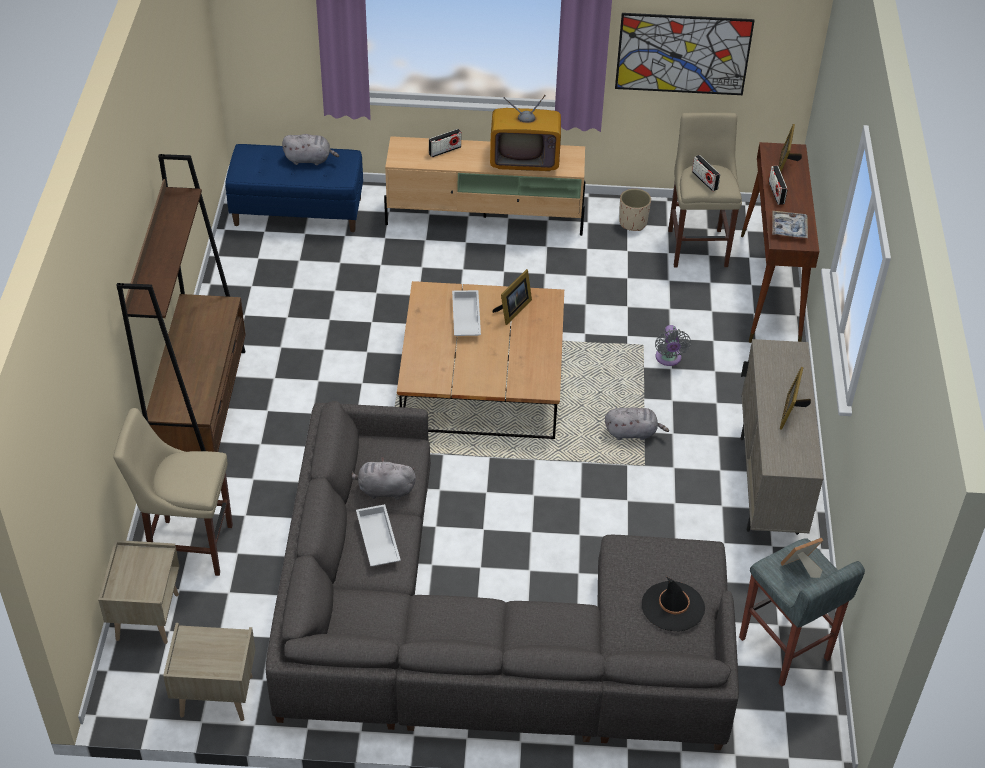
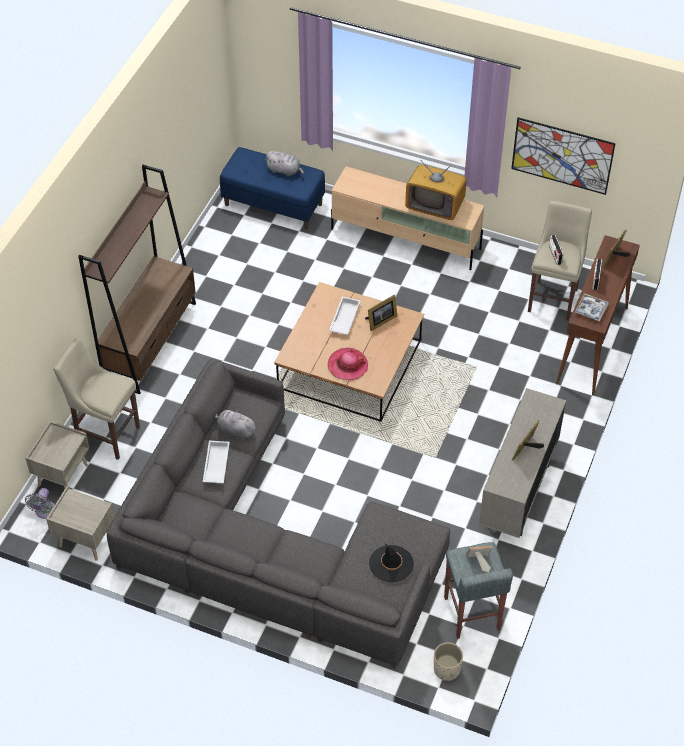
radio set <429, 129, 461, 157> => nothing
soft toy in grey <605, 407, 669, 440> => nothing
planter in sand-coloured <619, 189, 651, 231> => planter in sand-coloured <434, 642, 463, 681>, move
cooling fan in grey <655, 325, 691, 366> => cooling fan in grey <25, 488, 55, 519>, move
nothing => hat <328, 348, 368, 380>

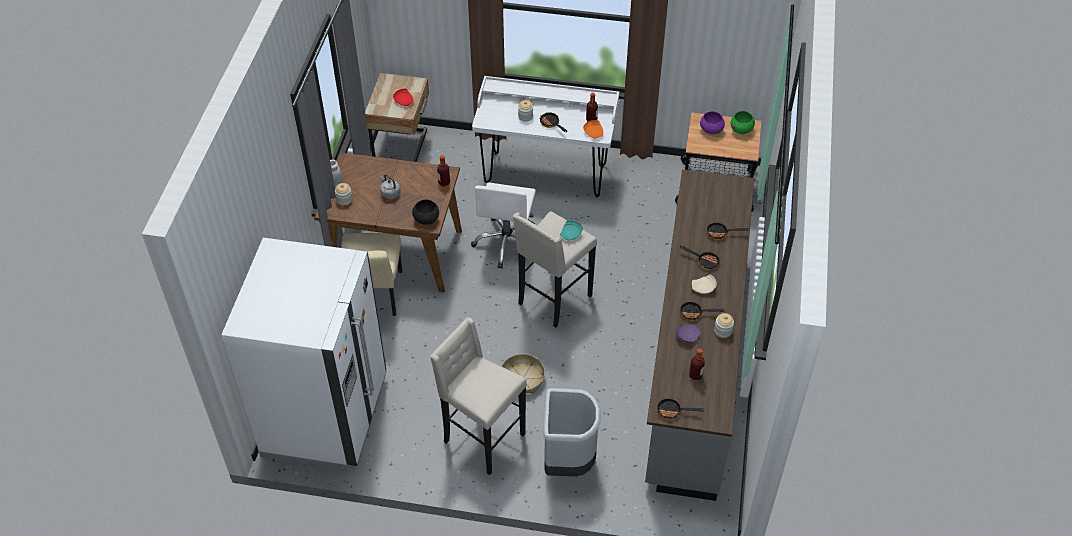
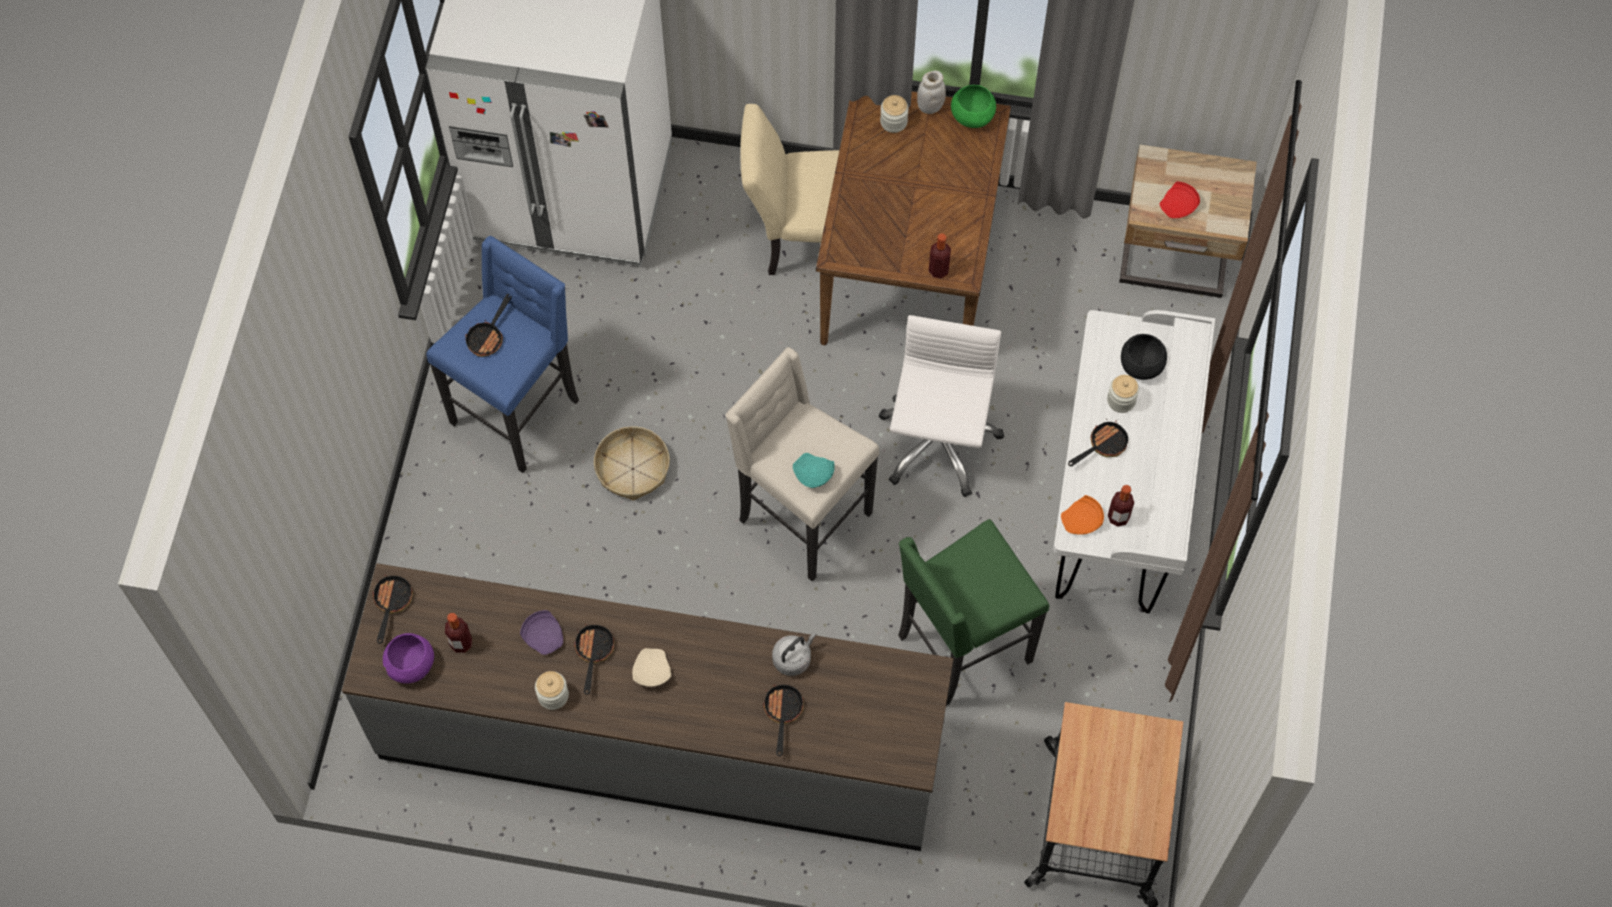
water kettle in grey <380, 174, 400, 199> => water kettle in grey <772, 632, 817, 676>, move
deep dish in blackish <412, 200, 439, 225> => deep dish in blackish <1121, 334, 1167, 380>, move
stool seat in sand-coloured <430, 317, 527, 475> => stool seat in blue-coloured <426, 236, 579, 473>
desk chair in white-coloured <471, 182, 536, 269> => desk chair in white-coloured <878, 315, 1004, 497>, 90 degrees clockwise
trash can in grey <543, 388, 601, 476> => nothing
frying pan <680, 246, 720, 270> => frying pan <465, 294, 512, 357>, move
deep dish in purple <700, 111, 725, 134> => deep dish in purple <383, 633, 434, 683>, move
deep dish in green-coloured <731, 111, 755, 134> => deep dish in green-coloured <951, 85, 996, 128>, move
nothing => stool seat in green-coloured <899, 519, 1049, 706>

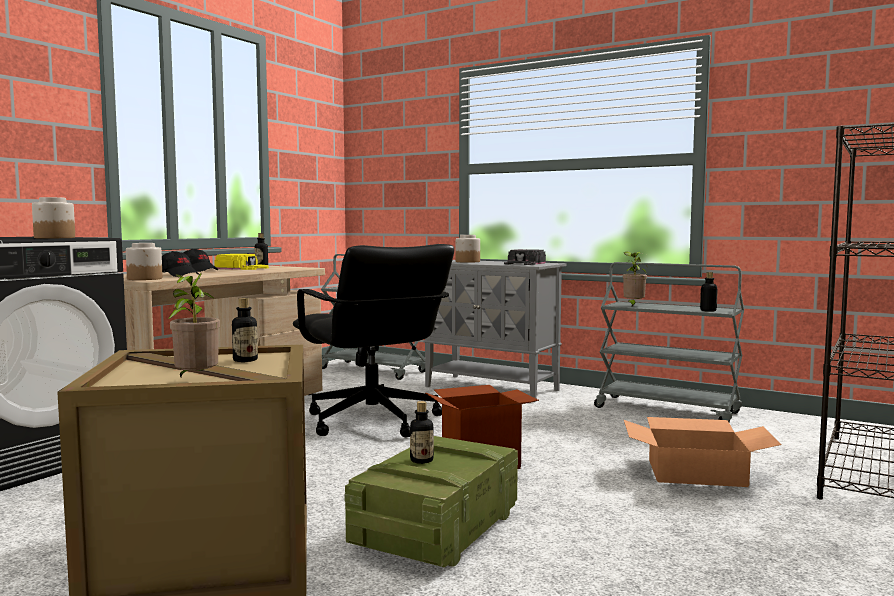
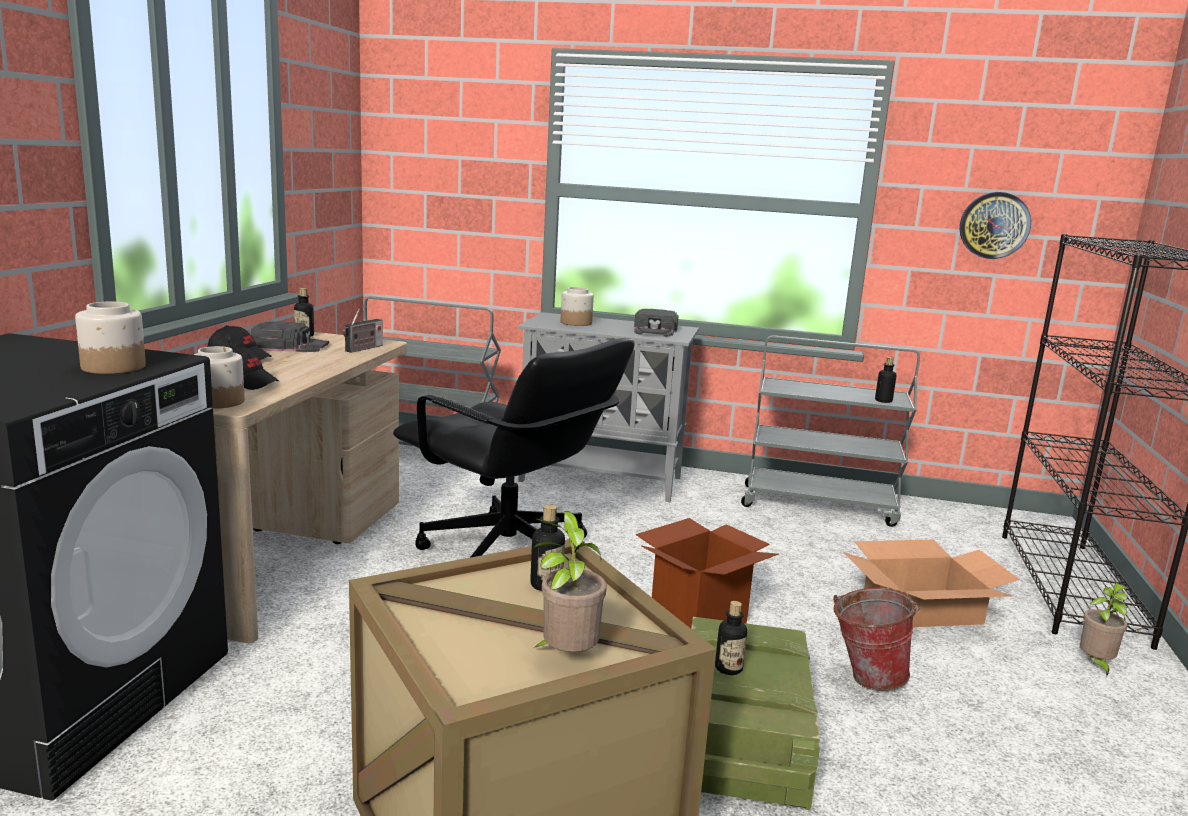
peaked cap in yellow <214, 254, 269, 270> => peaked cap in blackish <250, 321, 329, 352>
plant in a pot <623, 251, 648, 306> => plant in a pot <1080, 583, 1128, 677>, move
nothing => radio set <343, 309, 383, 353>
nothing => pail <833, 588, 920, 691>
nothing => wall clock <960, 192, 1031, 259>

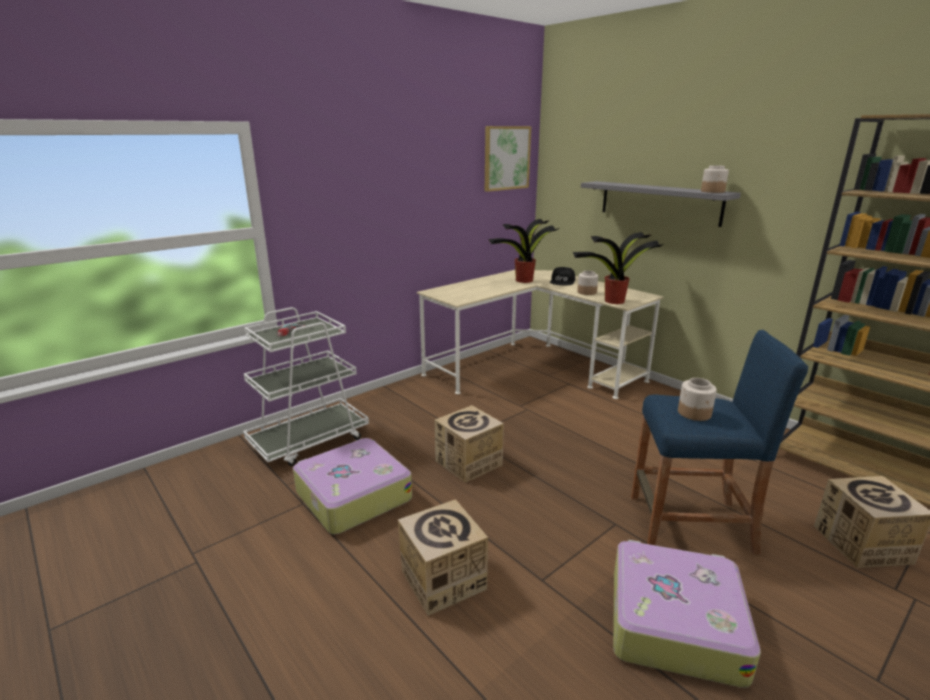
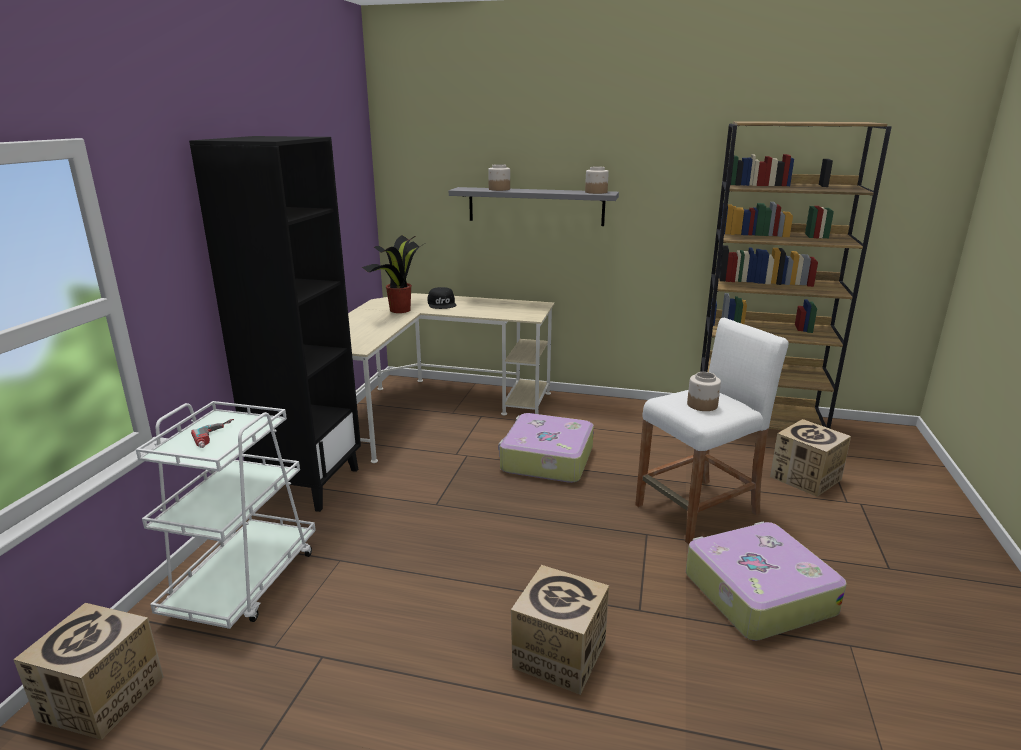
piece of luggage <293, 438, 412, 534> => piece of luggage <498, 413, 594, 483>, move
cardboard box <435, 405, 504, 483> => cardboard box <13, 603, 164, 740>, move
wall picture <485, 126, 531, 192> => nothing
plant in a pot <573, 232, 664, 304> => nothing
jar <577, 271, 598, 295> => jar <488, 164, 510, 191>, move
stool seat in blue-coloured <631, 330, 808, 555> => stool seat in white-coloured <635, 318, 789, 544>
nothing => bookshelf in blackish <189, 136, 361, 512>

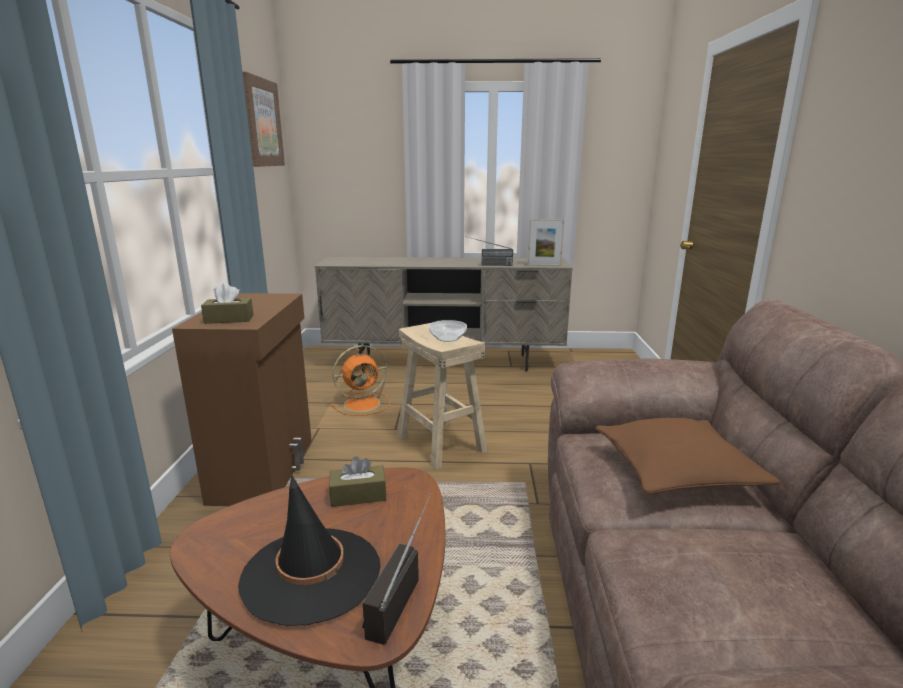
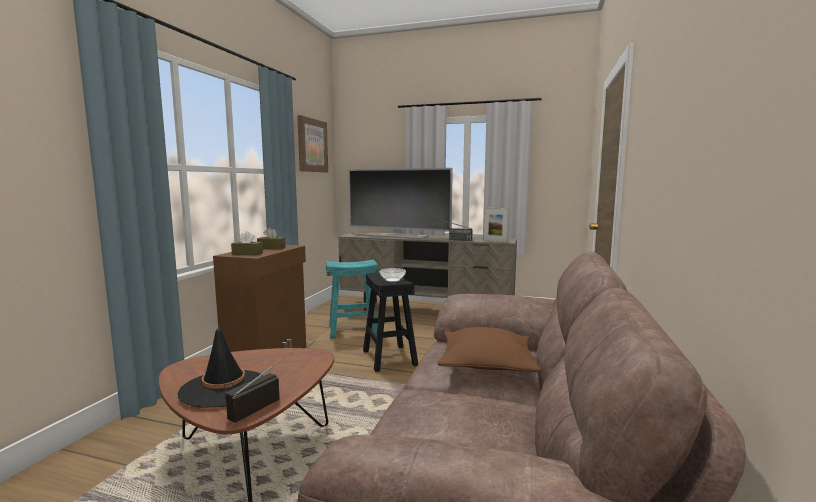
tissue holder in brownish <329, 456, 386, 507> => tissue holder in brownish <257, 228, 286, 249>, move
cooling fan in orange-coloured <331, 345, 390, 416> => stool seat in blue-green <326, 259, 378, 339>
stool seat in sand-coloured <397, 323, 487, 469> => stool seat in blackish <363, 272, 418, 372>
nothing => TV set <348, 168, 453, 239>

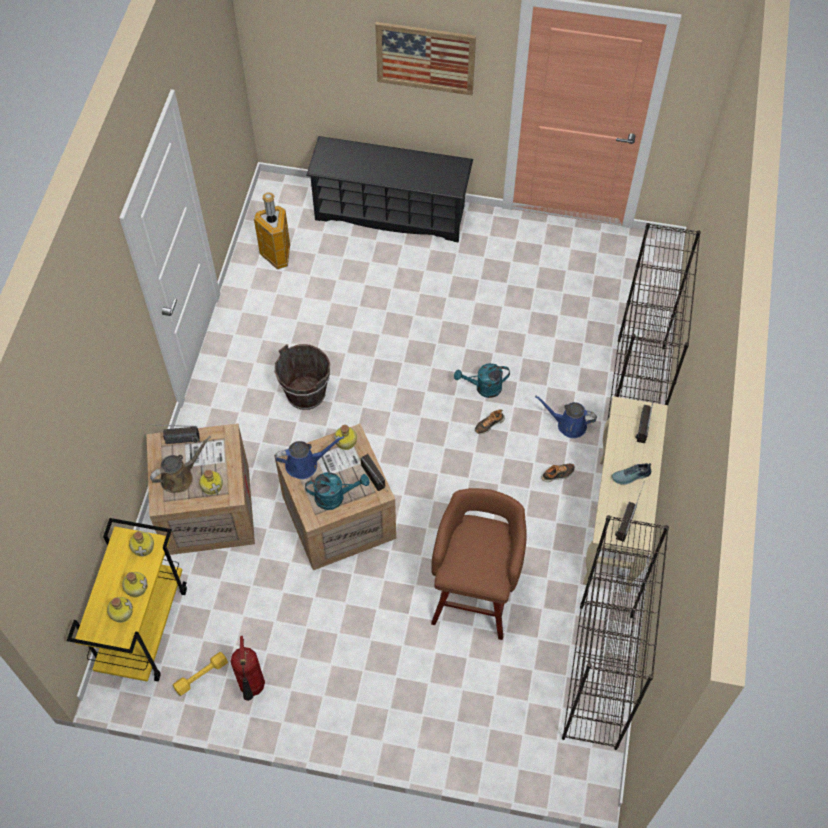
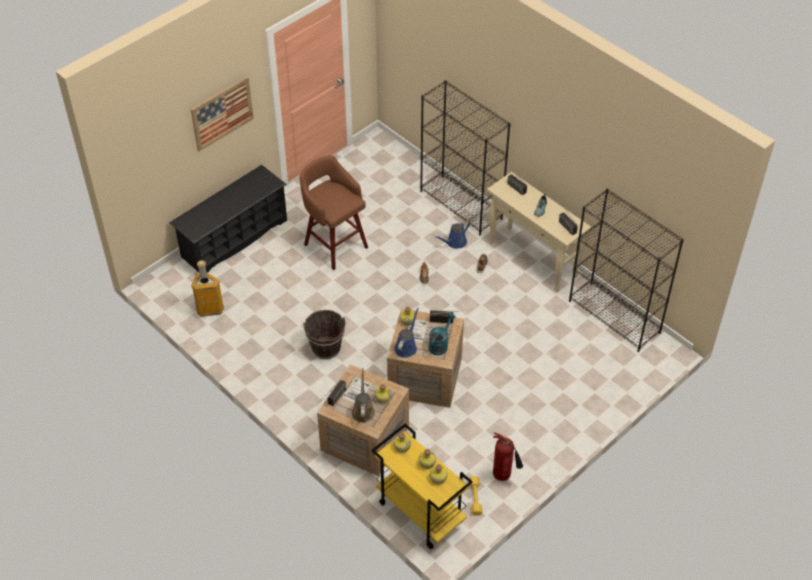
stool seat in brownish <431, 488, 527, 640> => stool seat in brownish <300, 155, 368, 270>, move
sprinkling can in blue-green <454, 363, 510, 398> => nothing

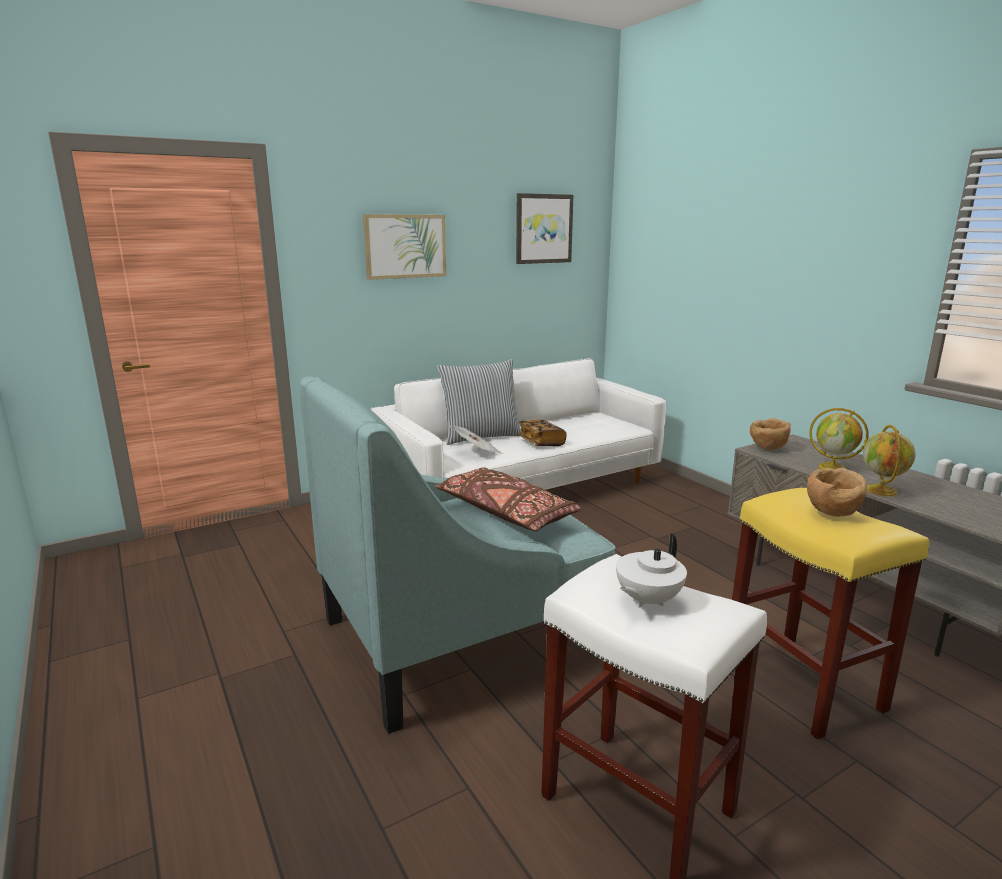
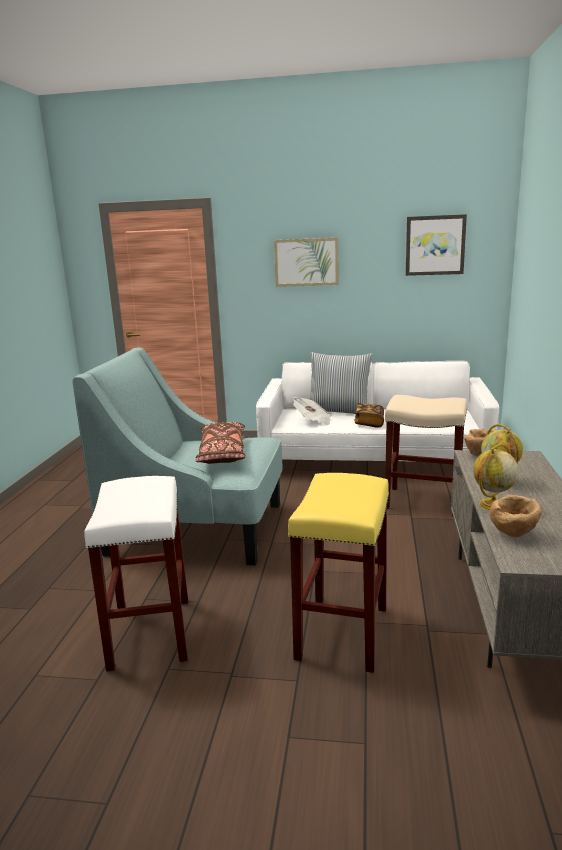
pot for tea in white-coloured <616, 533, 687, 608> => nothing
deep dish in brownish <807, 468, 867, 517> => deep dish in brownish <489, 494, 541, 538>, move
nothing => stool seat in sand-coloured <385, 395, 467, 516>

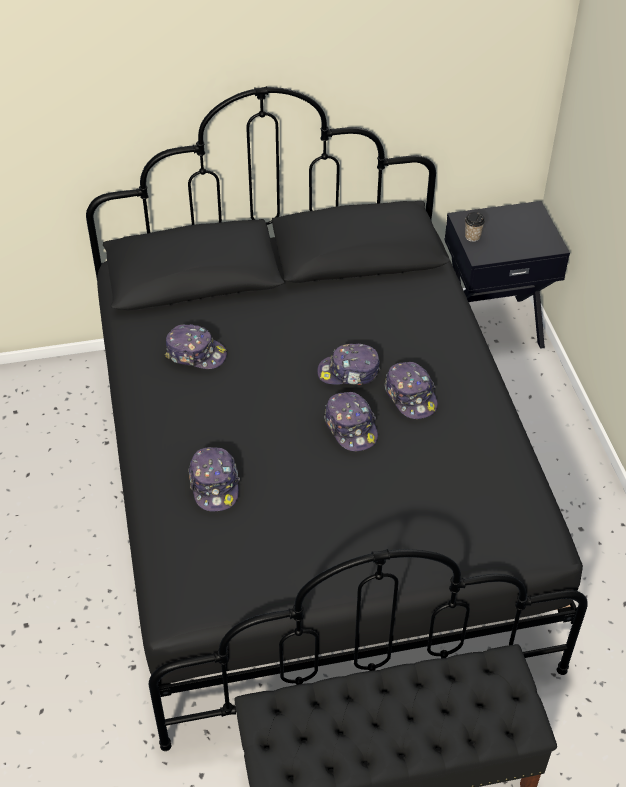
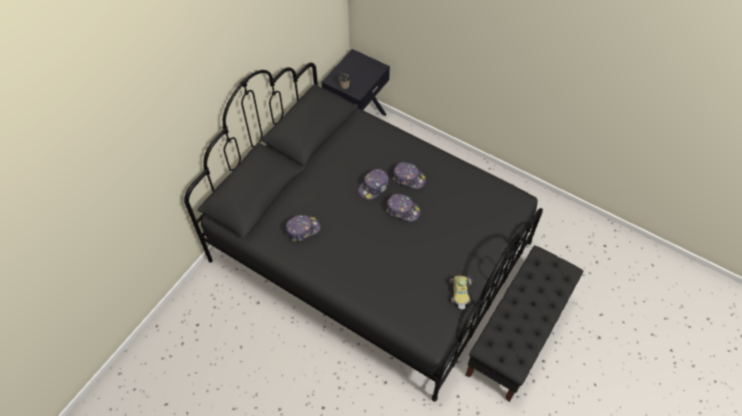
peaked cap <189, 447, 240, 511> => nothing
nothing => model car <450, 276, 472, 309>

